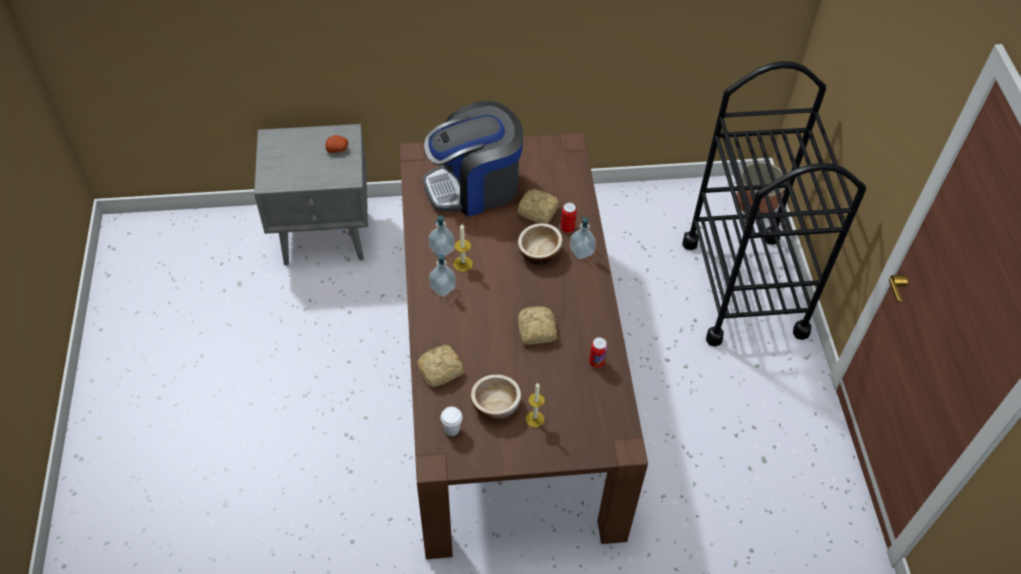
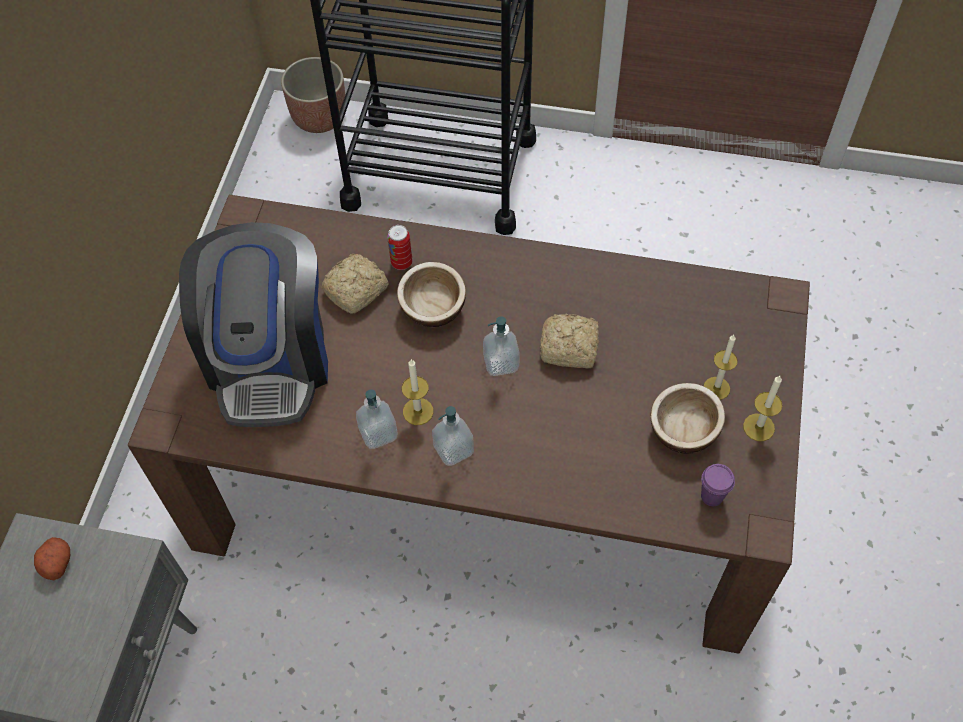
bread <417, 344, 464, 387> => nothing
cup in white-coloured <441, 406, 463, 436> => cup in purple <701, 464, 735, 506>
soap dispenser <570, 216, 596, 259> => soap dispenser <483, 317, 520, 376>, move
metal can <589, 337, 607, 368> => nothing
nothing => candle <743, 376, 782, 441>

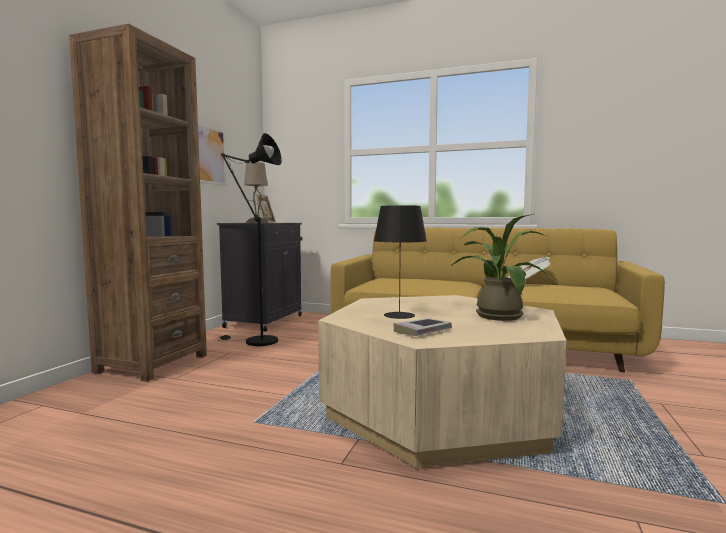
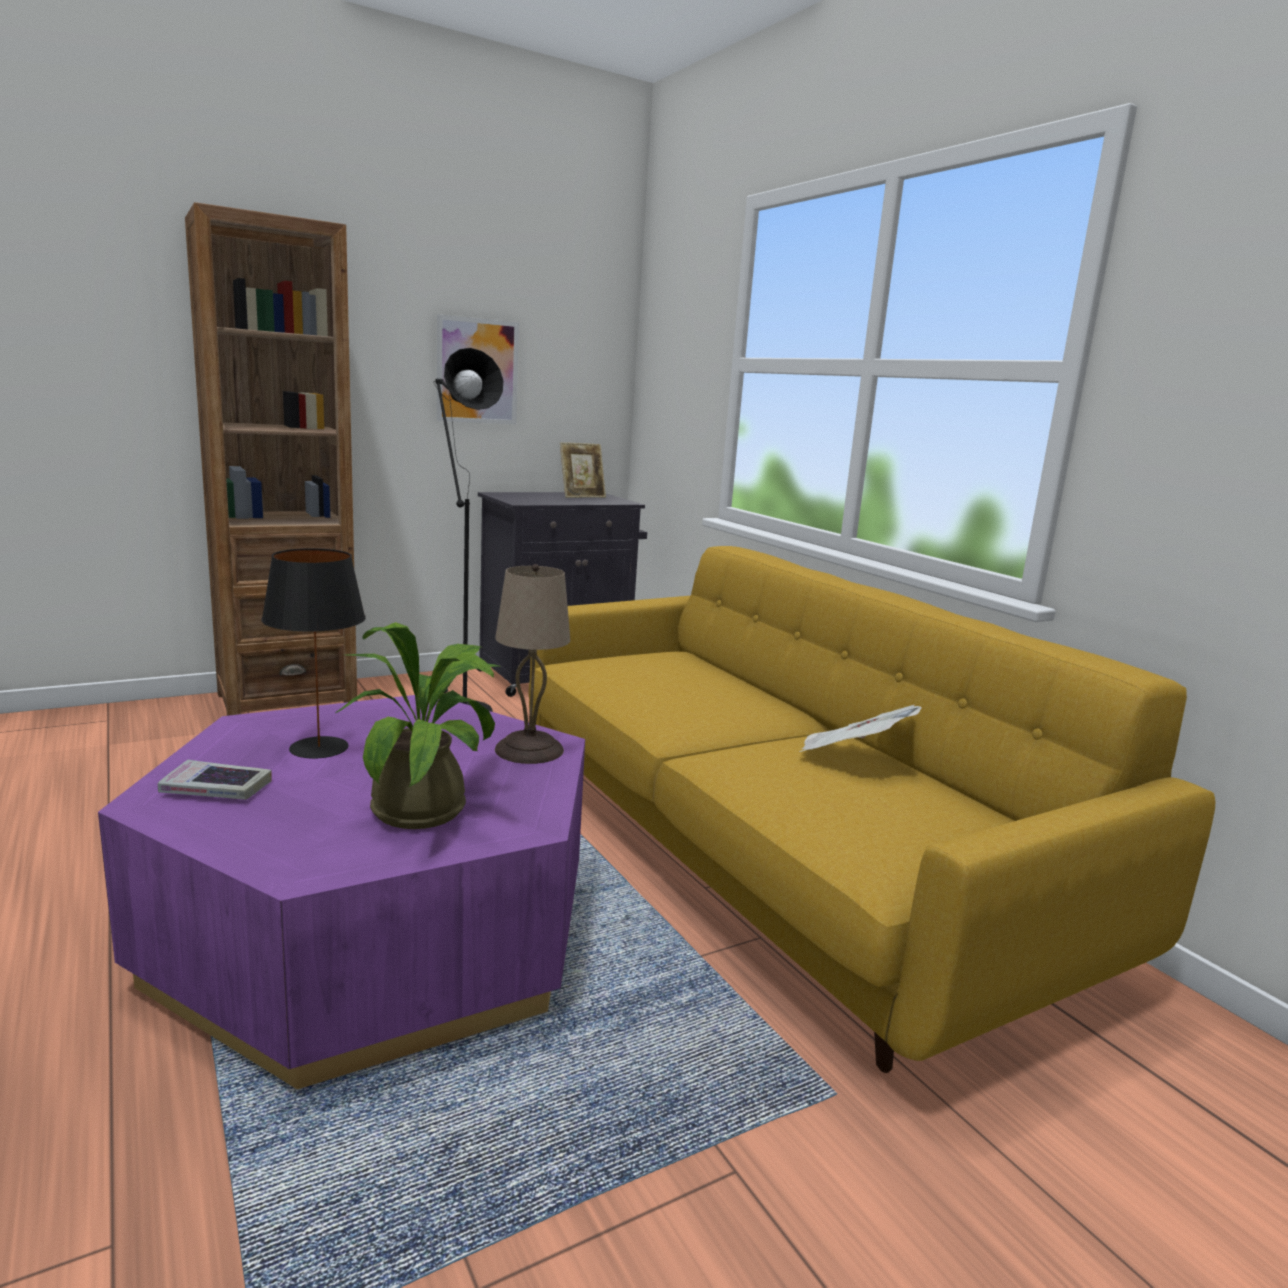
tabletop lamp in sand-coloured <244, 162, 268, 223> => tabletop lamp in sand-coloured <495, 564, 570, 764>, move
lounge table in sand-coloured <318, 295, 567, 468> => lounge table in purple <98, 695, 585, 1089>

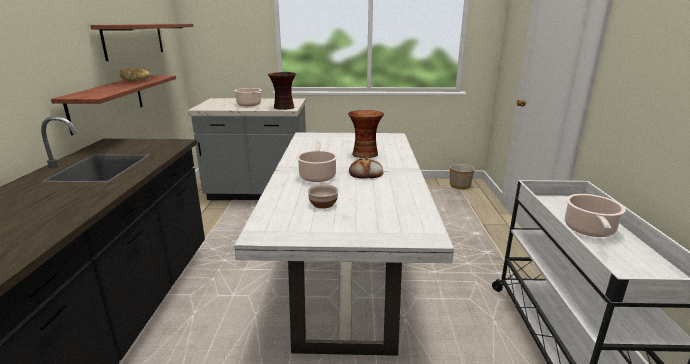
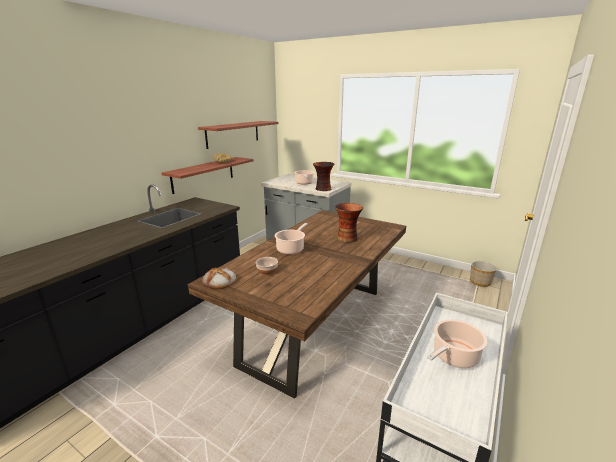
dinner table in white-coloured <234, 132, 454, 356> => dinner table in brownish <188, 210, 406, 399>
bread <349, 157, 383, 179> => bread <202, 267, 236, 290>, move

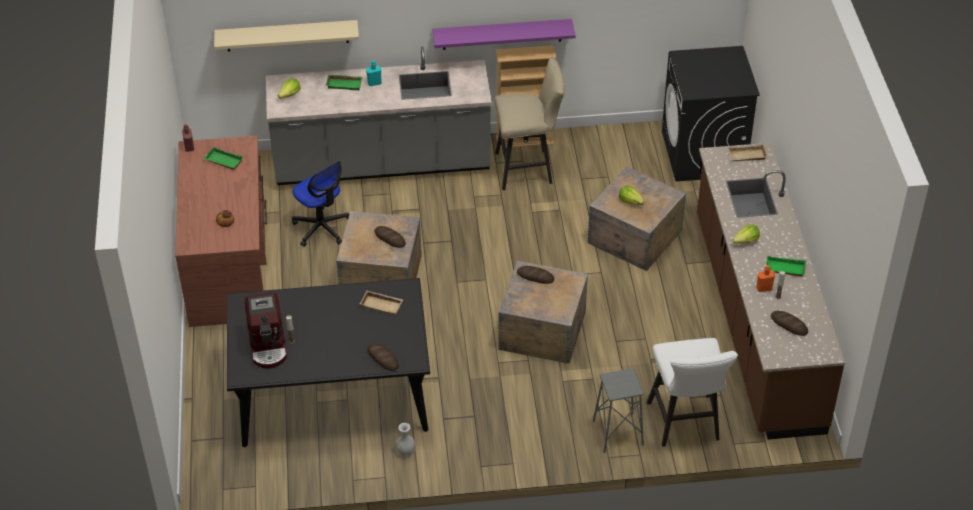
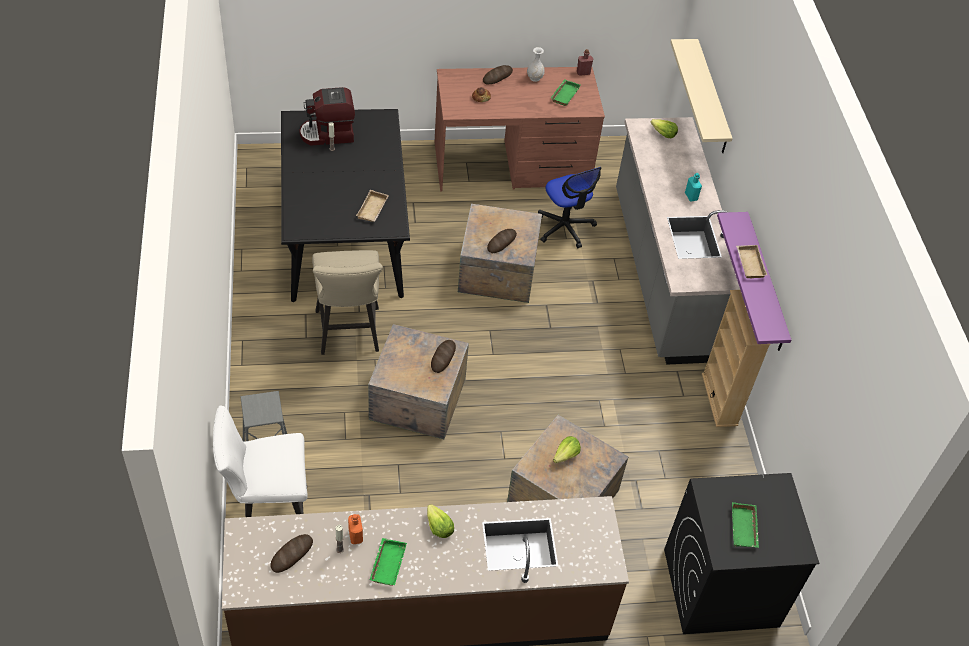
desk chair <292, 161, 349, 247> => desk chair <538, 167, 602, 248>, 75 degrees counterclockwise
carrying tray in green-coloured <326, 74, 363, 90> => carrying tray in green-coloured <732, 502, 759, 548>, move
bread <367, 343, 399, 371> => bread <483, 65, 513, 85>, move
flower vase in white-coloured <396, 423, 416, 456> => flower vase in white-coloured <527, 47, 545, 82>, move
stool seat in sand-coloured <495, 57, 565, 190> => stool seat in sand-coloured <312, 250, 383, 355>, move
carrying tray in sand-coloured <728, 144, 768, 161> => carrying tray in sand-coloured <736, 245, 767, 278>, move

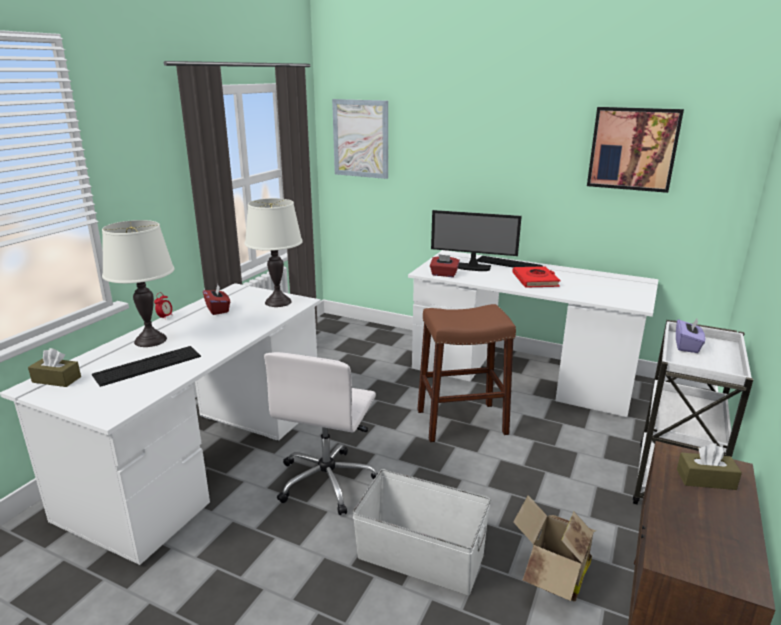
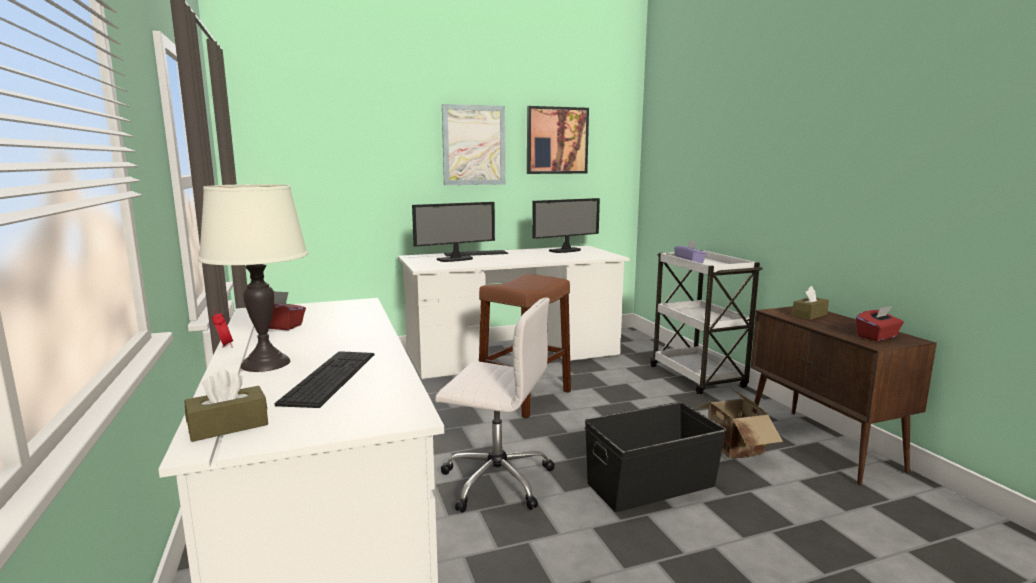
tabletop lamp in white-coloured <244, 198, 303, 307> => nothing
desk chair in white-coloured <264, 352, 378, 515> => desk chair in white-coloured <435, 298, 555, 513>, 45 degrees counterclockwise
wall picture <332, 99, 388, 179> => wall picture <442, 104, 505, 185>, move
storage bin in white-coloured <352, 469, 491, 595> => storage bin in blackish <585, 402, 726, 512>
tissue holder in red-coloured <430, 254, 460, 277> => tissue holder in red-coloured <856, 306, 904, 341>, move
volume in red-coloured <512, 266, 561, 288> => nothing
nothing => computer display <532, 198, 600, 253>

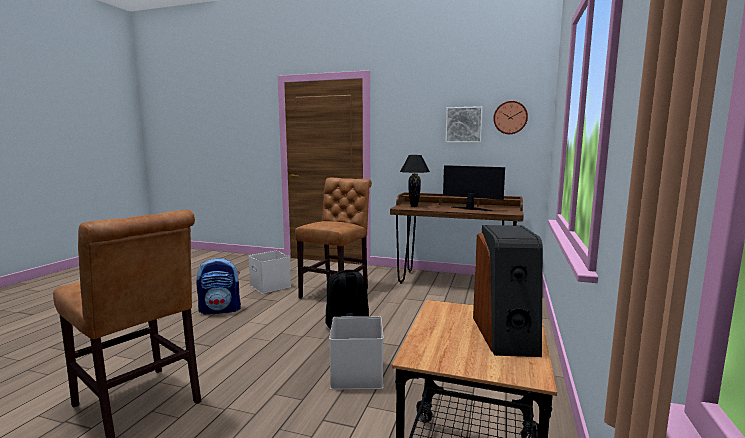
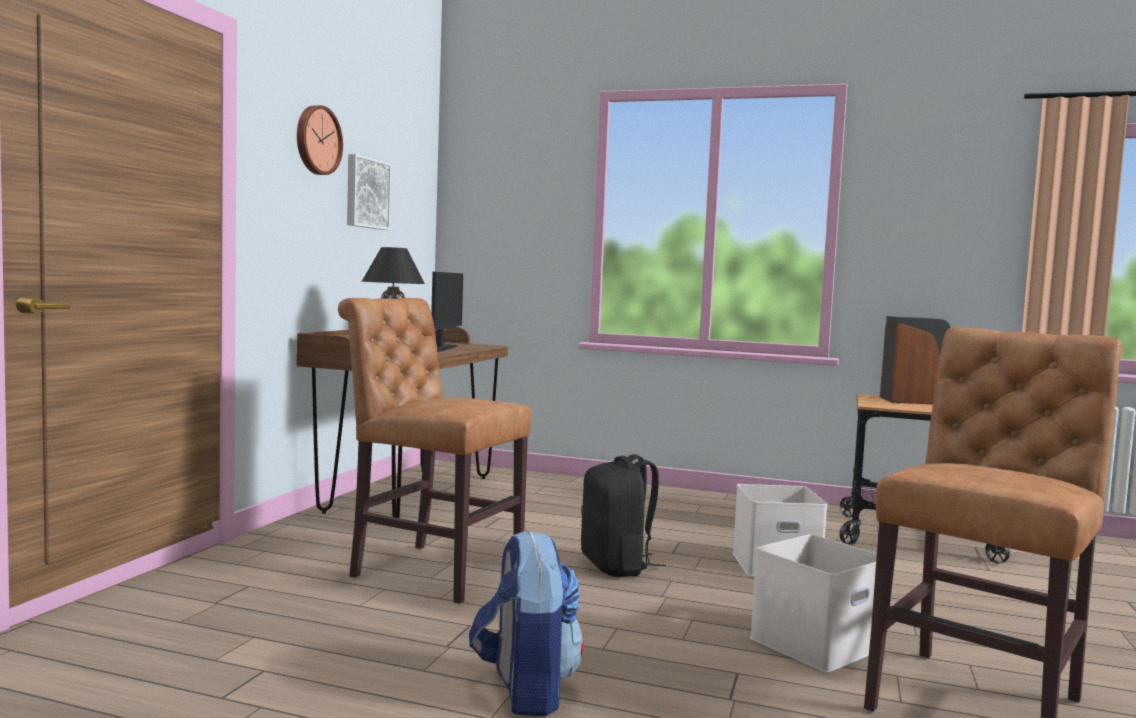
storage bin in white-coloured <248, 251, 291, 294> => storage bin in white-coloured <750, 534, 877, 673>, move
computer display <443, 165, 505, 211> => computer display <431, 272, 463, 352>, 150 degrees clockwise
wall clock <493, 101, 528, 134> => wall clock <297, 105, 343, 175>, move

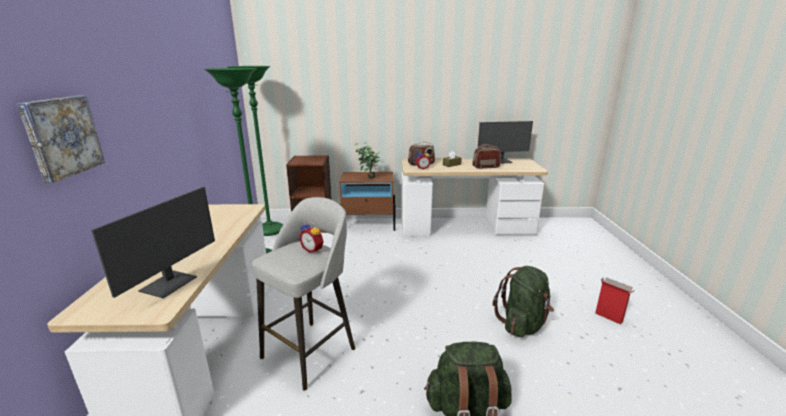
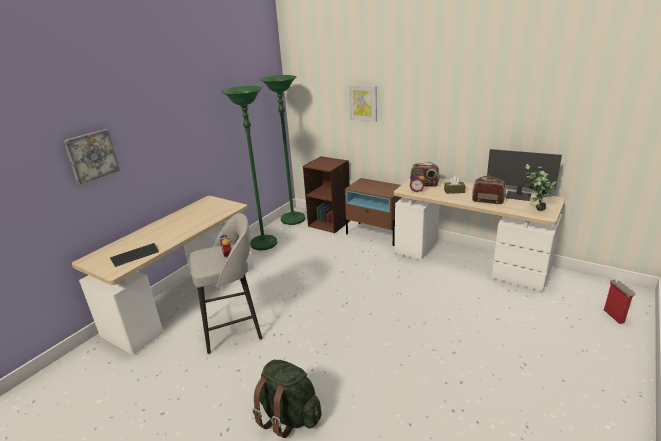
computer display <91, 187, 215, 298> => PC keyboard <110, 243, 159, 267>
plant in a pot <355, 142, 380, 179> => plant in a pot <525, 164, 557, 211>, move
knapsack in green-coloured <492, 266, 554, 337> => nothing
cardboard box <595, 277, 635, 325> => cardboard box <604, 280, 635, 324>, move
nothing => wall picture <349, 85, 377, 122>

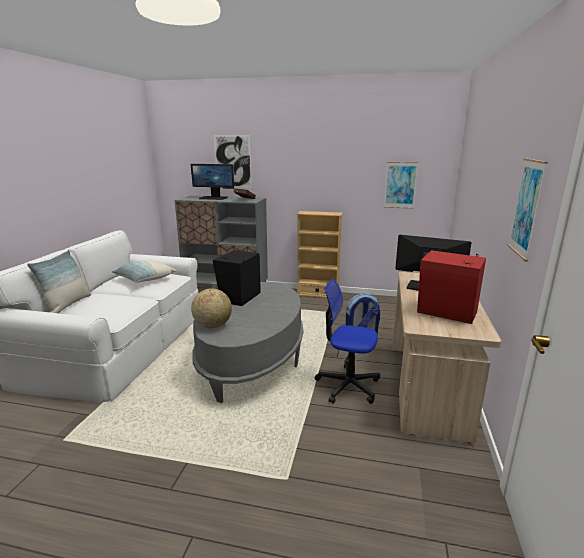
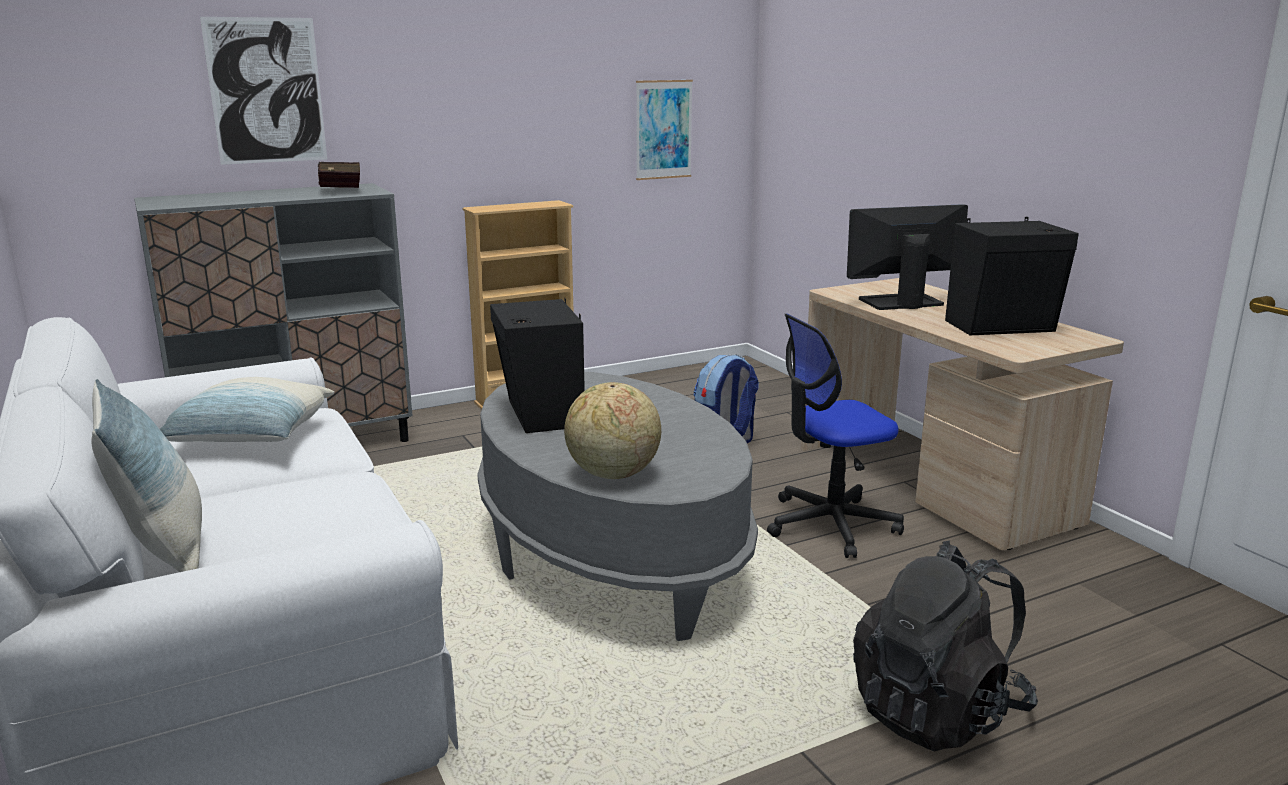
computer display <191, 164, 234, 200> => nothing
audio speaker in red-coloured <417, 249, 486, 324> => audio speaker in blackish <945, 217, 1079, 335>
wall picture <507, 158, 548, 262> => nothing
nothing => knapsack in blackish <853, 541, 1038, 752>

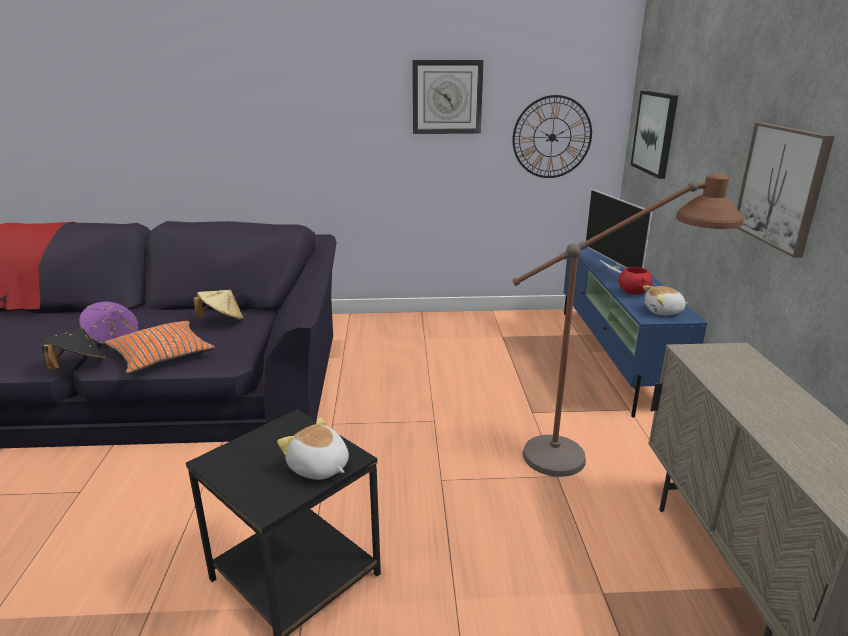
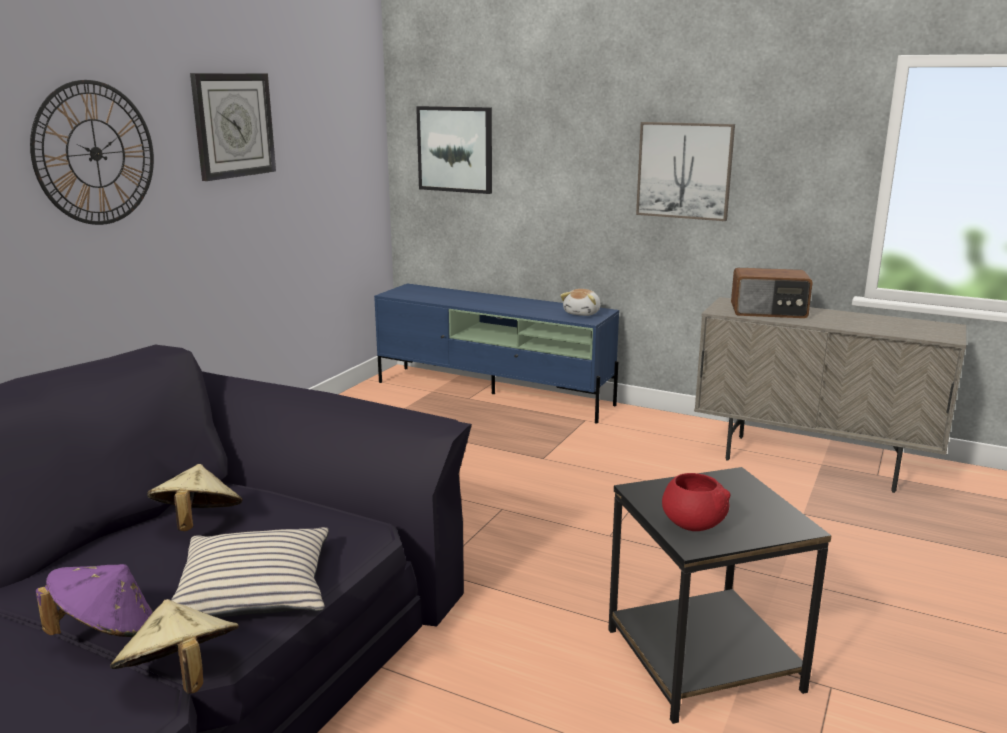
hat in blackish <40, 328, 105, 370> => hat in sand-coloured <110, 599, 239, 694>
pillow in orange-coloured <104, 321, 215, 374> => pillow in sand-coloured <171, 527, 329, 618>
soft toy <277, 417, 349, 480> => nothing
wall clock <512, 95, 592, 178> => wall clock <30, 80, 154, 225>, move
floor lamp in brownish <512, 174, 744, 477> => nothing
TV set <585, 189, 653, 273> => nothing
deep dish in red-coloured <618, 267, 653, 295> => deep dish in red-coloured <662, 473, 730, 531>, move
nothing => radio set <731, 268, 813, 318>

